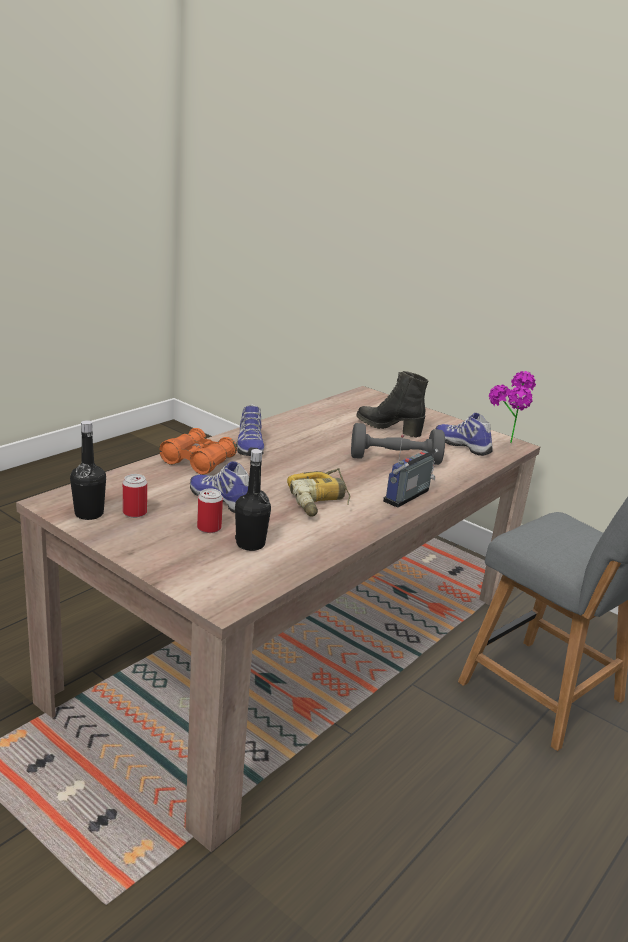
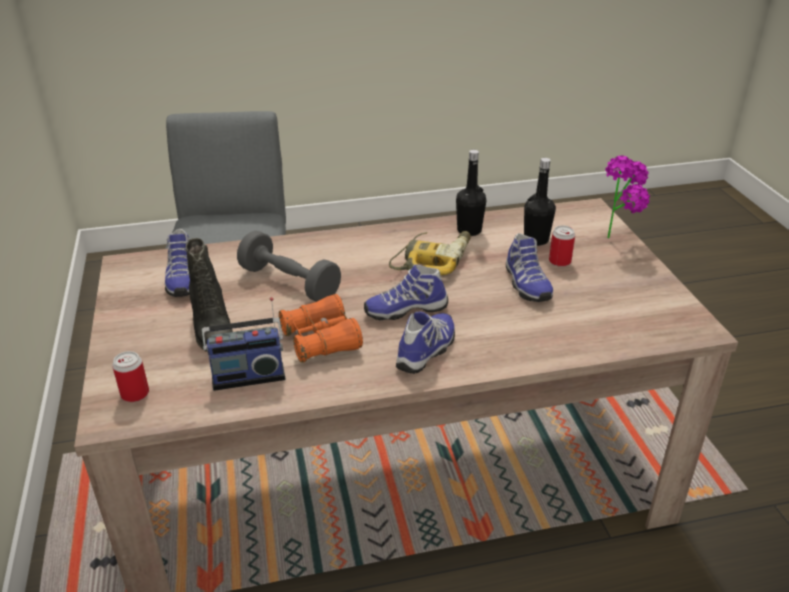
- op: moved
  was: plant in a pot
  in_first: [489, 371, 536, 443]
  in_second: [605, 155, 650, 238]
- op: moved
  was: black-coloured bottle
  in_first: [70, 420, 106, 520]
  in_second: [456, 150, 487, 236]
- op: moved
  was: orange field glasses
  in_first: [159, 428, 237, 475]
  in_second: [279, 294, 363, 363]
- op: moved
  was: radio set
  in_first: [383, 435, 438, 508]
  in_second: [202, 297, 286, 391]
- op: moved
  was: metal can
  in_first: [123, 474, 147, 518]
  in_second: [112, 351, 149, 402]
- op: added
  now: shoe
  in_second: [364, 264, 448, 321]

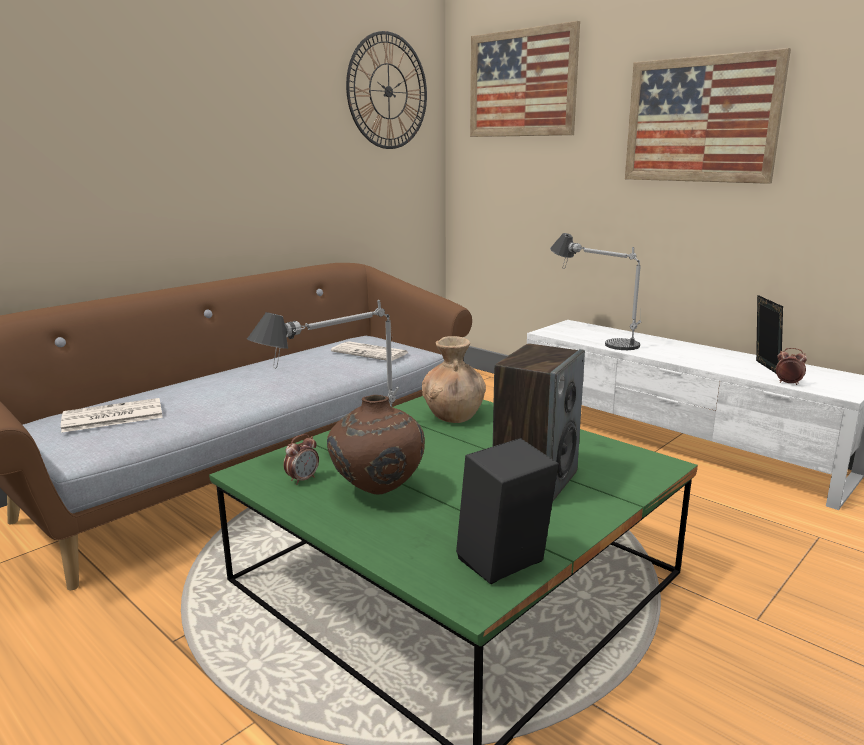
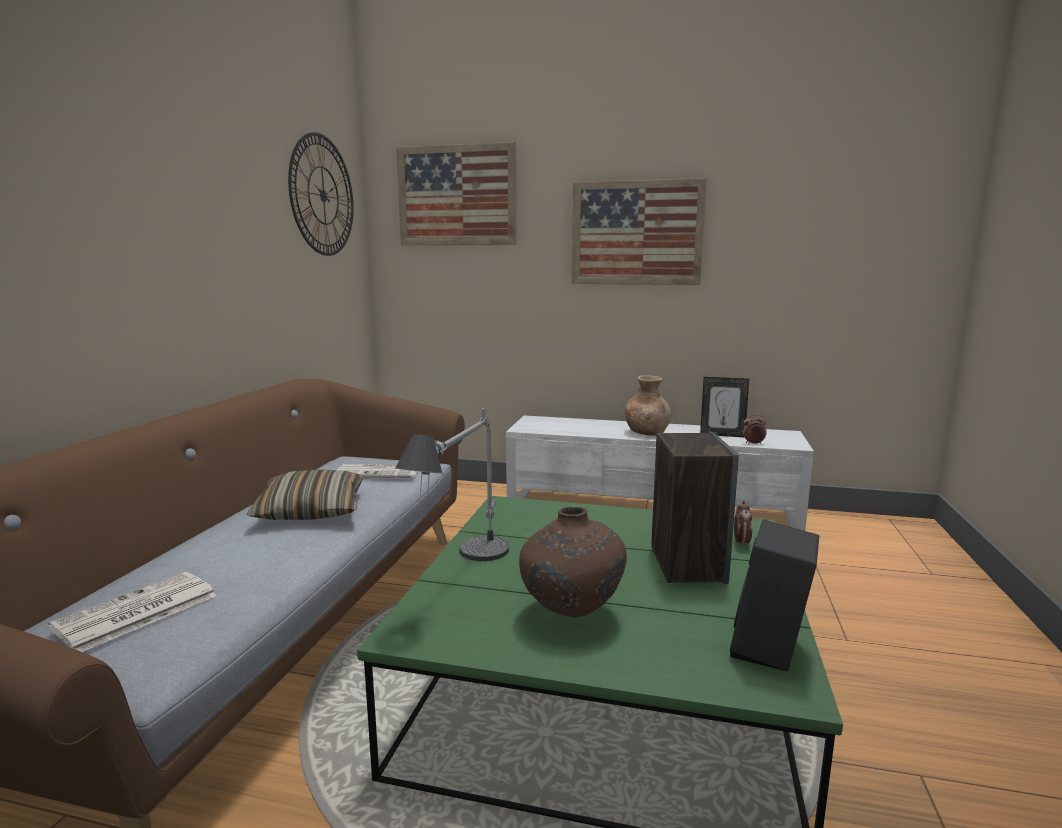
- op: removed
  was: tabletop lamp
  in_first: [550, 233, 641, 350]
- op: turned
  was: picture frame
  in_first: [756, 295, 783, 373]
  in_second: [700, 377, 749, 438]
  clockwise: 135
- op: moved
  was: brownish vase
  in_first: [422, 336, 486, 423]
  in_second: [625, 375, 671, 436]
- op: moved
  was: bedside clock
  in_first: [284, 434, 319, 485]
  in_second: [734, 500, 753, 548]
- op: added
  now: cushion
  in_second: [247, 469, 364, 520]

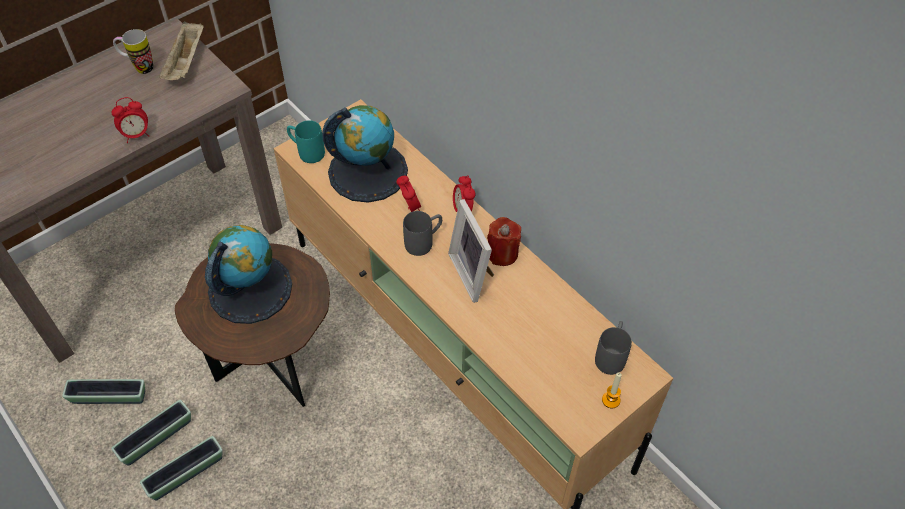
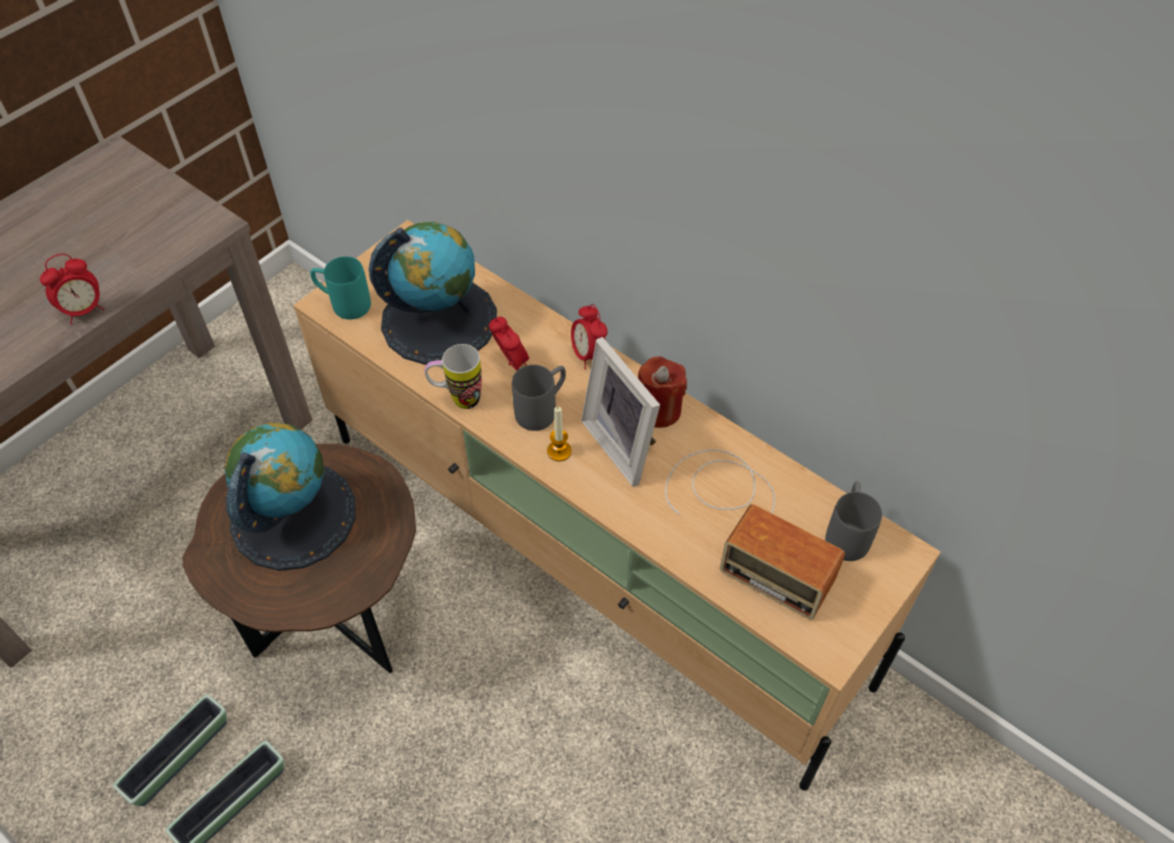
- op: removed
  was: beige-coloured carrying tray
  in_first: [159, 21, 204, 80]
- op: moved
  was: tea mug
  in_first: [113, 29, 153, 74]
  in_second: [425, 344, 482, 409]
- op: moved
  was: wax candle
  in_first: [602, 373, 622, 408]
  in_second: [547, 407, 572, 461]
- op: removed
  was: plant pot
  in_first: [62, 379, 145, 404]
- op: added
  now: radio set
  in_second: [665, 449, 845, 619]

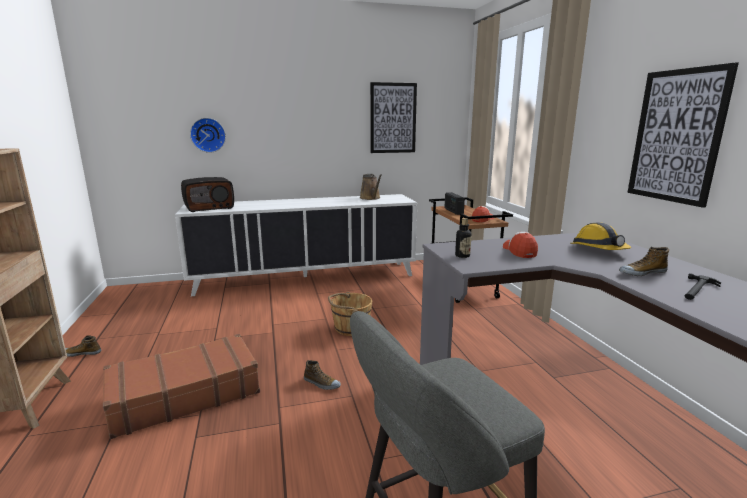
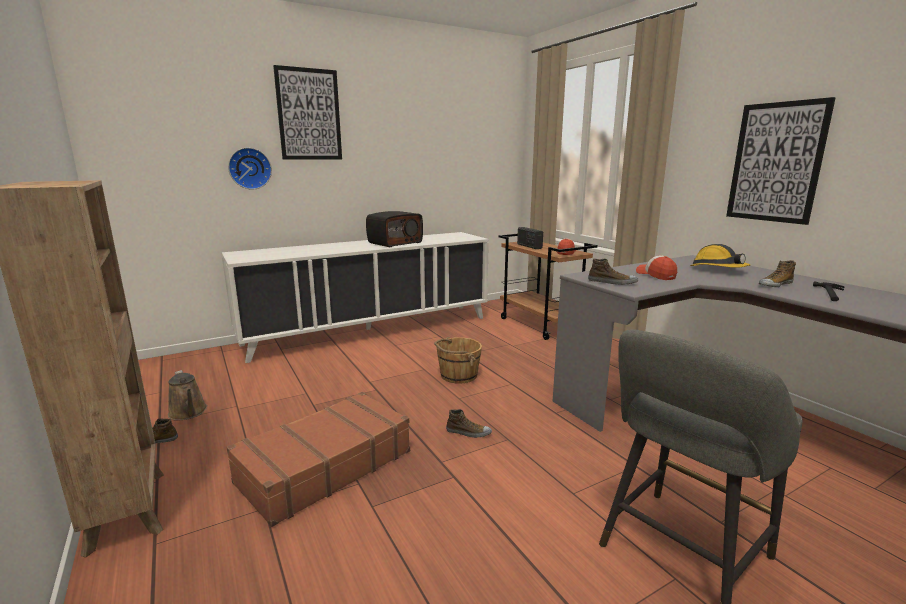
- op: moved
  was: wall art
  in_first: [370, 82, 417, 153]
  in_second: [273, 65, 342, 160]
- op: moved
  was: brownish sprinkling can
  in_first: [360, 174, 382, 200]
  in_second: [168, 370, 207, 420]
- op: moved
  was: radio set
  in_first: [181, 177, 234, 212]
  in_second: [366, 211, 423, 247]
- op: replaced
  was: bottle
  now: shoe
  in_first: [455, 218, 472, 258]
  in_second: [588, 258, 638, 285]

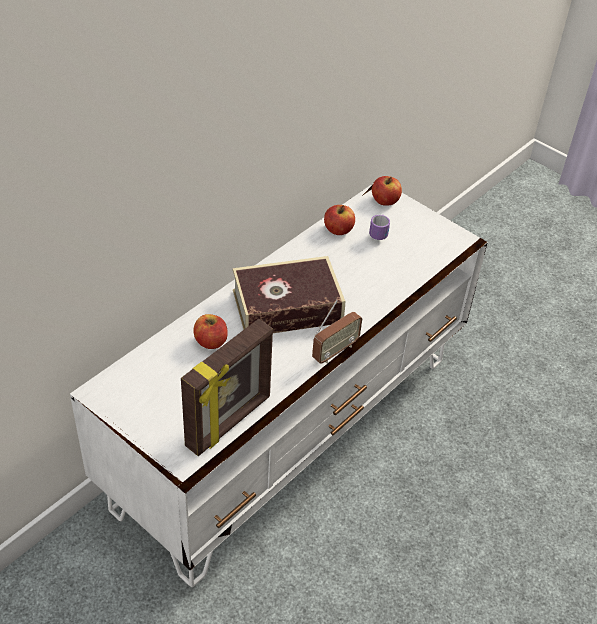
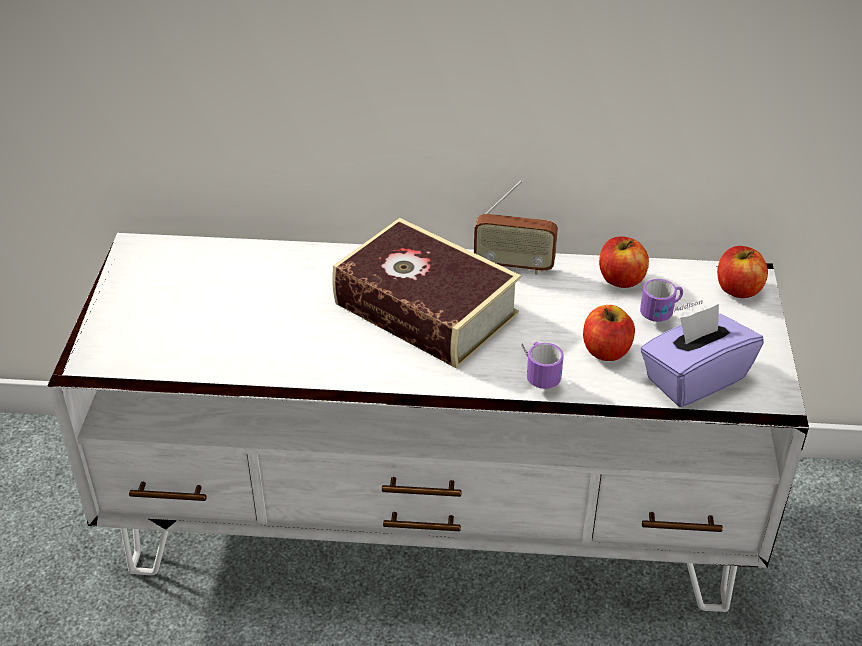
- op: moved
  was: radio set
  in_first: [312, 300, 362, 364]
  in_second: [474, 180, 558, 275]
- op: moved
  was: apple
  in_first: [194, 314, 228, 349]
  in_second: [583, 305, 635, 361]
- op: removed
  was: picture frame
  in_first: [181, 319, 273, 456]
- op: added
  now: purple box of tissues
  in_second: [640, 304, 764, 407]
- op: added
  now: tea mug
  in_second: [522, 342, 564, 389]

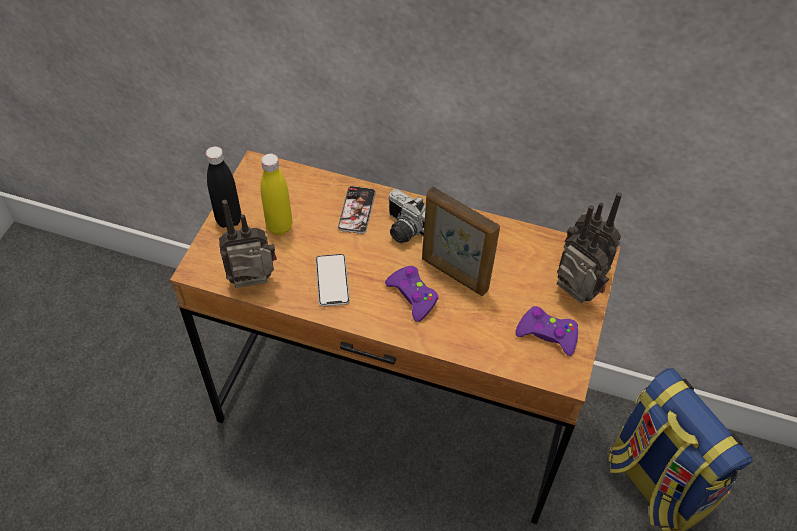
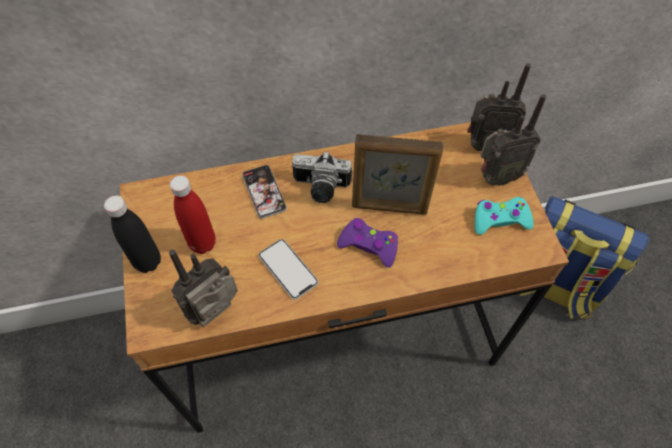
- op: recoloured
  was: yellowish bottle
  now: red bottle
  in_first: [261, 153, 292, 235]
  in_second: [170, 175, 216, 254]
- op: turned
  was: radio set
  in_first: [557, 205, 609, 303]
  in_second: [480, 94, 546, 186]
  clockwise: 150
- op: recoloured
  was: purple gamepad
  now: blue-green gamepad
  in_first: [515, 306, 578, 356]
  in_second: [475, 197, 534, 235]

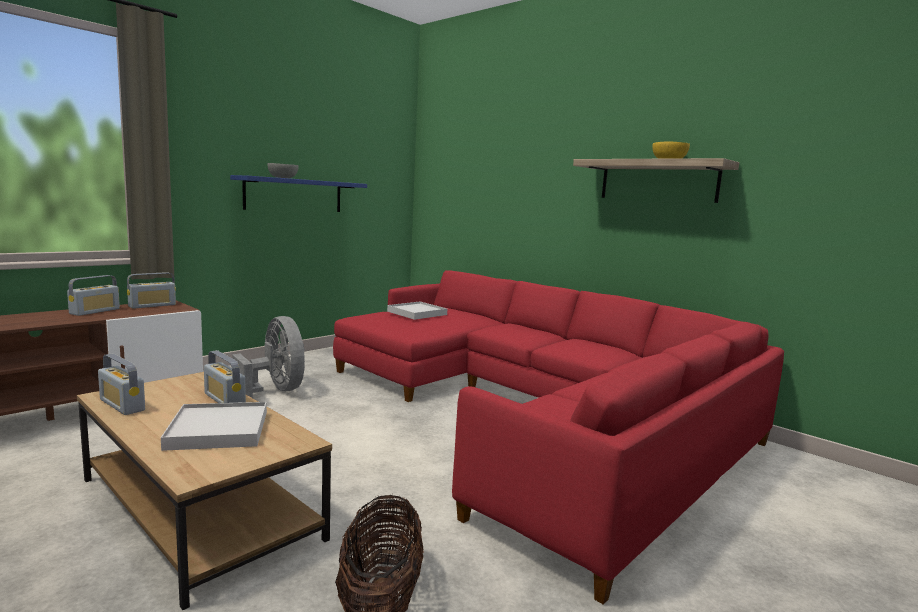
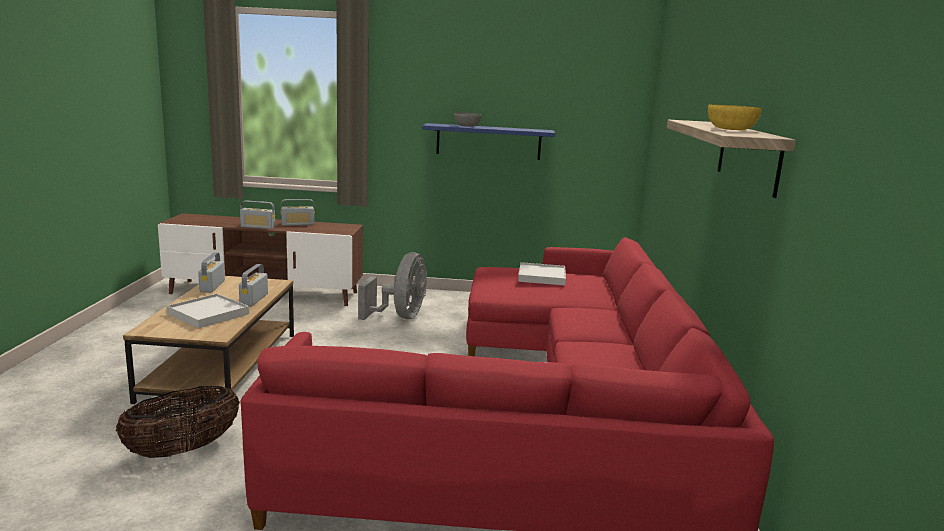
- op: moved
  was: radio set
  in_first: [127, 272, 176, 309]
  in_second: [240, 200, 275, 229]

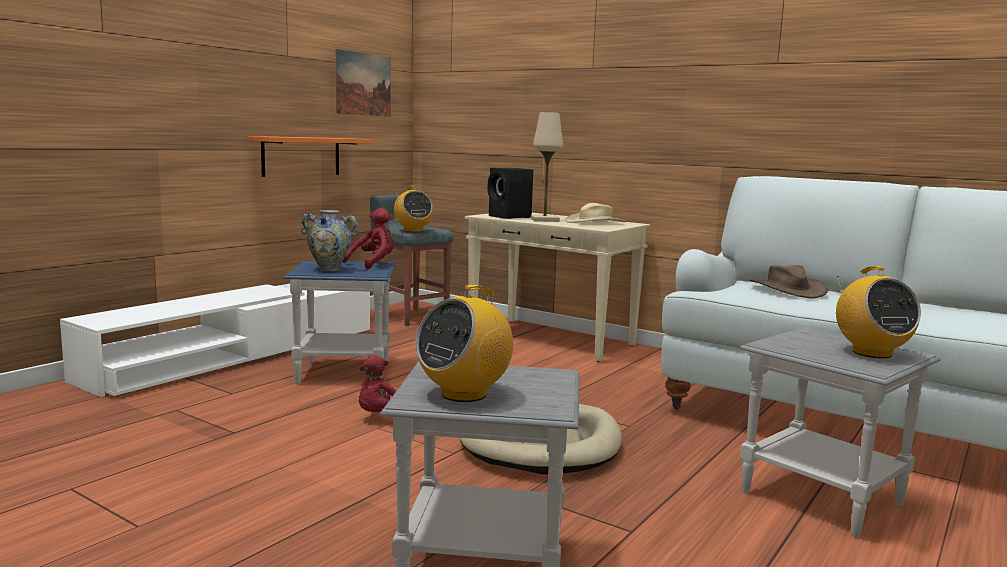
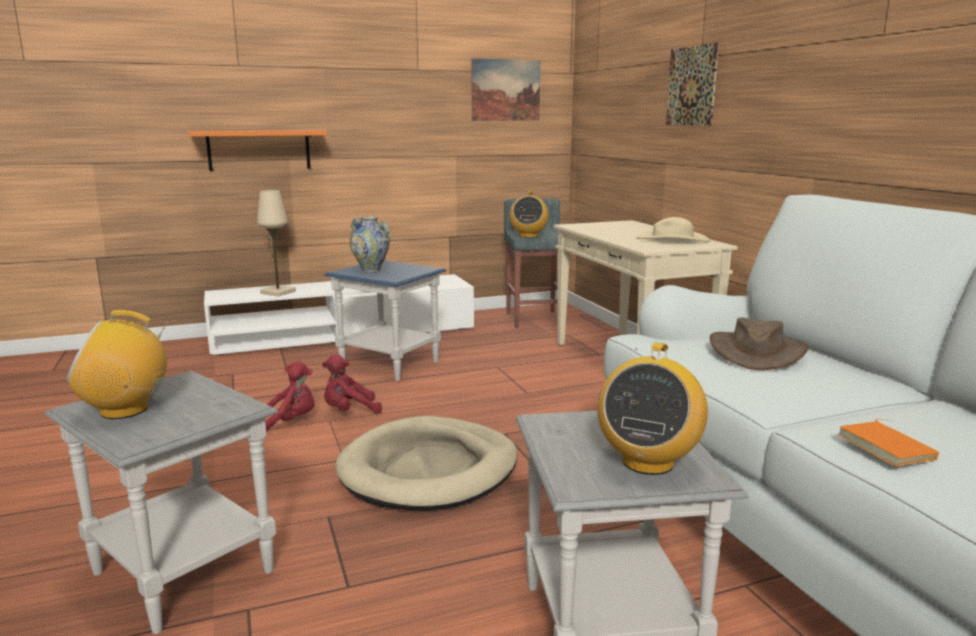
- op: moved
  was: beige-coloured tabletop lamp
  in_first: [531, 112, 563, 222]
  in_second: [257, 190, 296, 297]
- op: moved
  was: orange wall shelf
  in_first: [248, 136, 372, 177]
  in_second: [188, 130, 327, 171]
- op: removed
  was: black-coloured audio speaker
  in_first: [487, 168, 533, 219]
- op: moved
  was: red cuddly toy
  in_first: [343, 208, 394, 269]
  in_second: [265, 361, 315, 432]
- op: added
  now: wall art
  in_second: [666, 43, 719, 126]
- op: added
  now: orange bound book
  in_second: [838, 419, 939, 466]

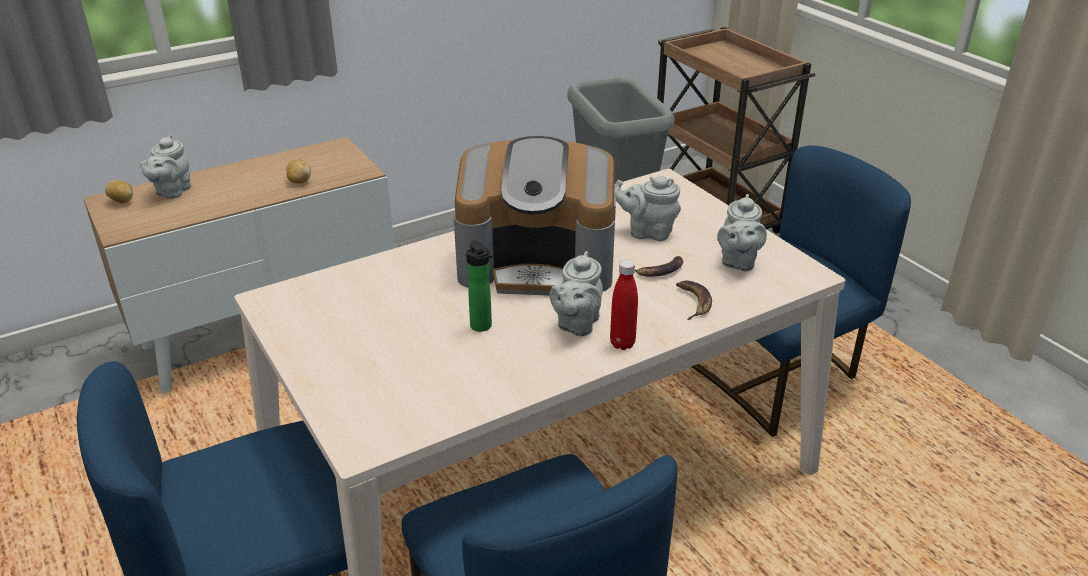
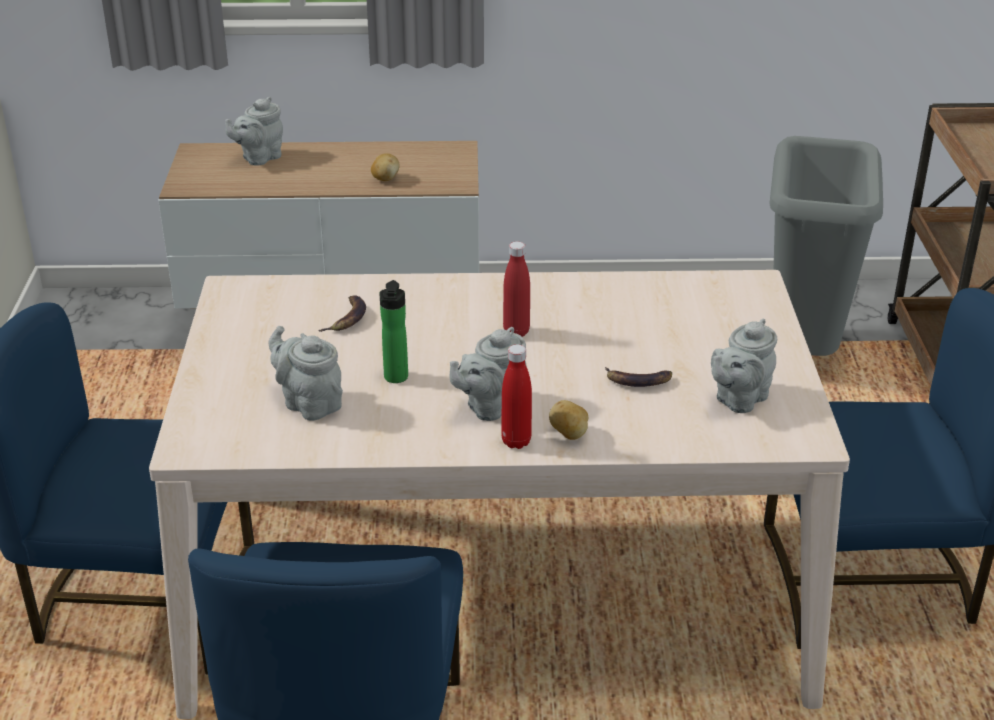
- op: replaced
  was: coffee machine
  now: red bottle
  in_first: [454, 136, 616, 295]
  in_second: [503, 242, 530, 337]
- op: moved
  was: grey teapot
  in_first: [614, 176, 681, 241]
  in_second: [268, 326, 343, 421]
- op: moved
  was: whole potato
  in_first: [105, 180, 133, 204]
  in_second: [549, 400, 588, 440]
- op: moved
  was: whole banana
  in_first: [676, 281, 712, 320]
  in_second: [318, 295, 366, 332]

